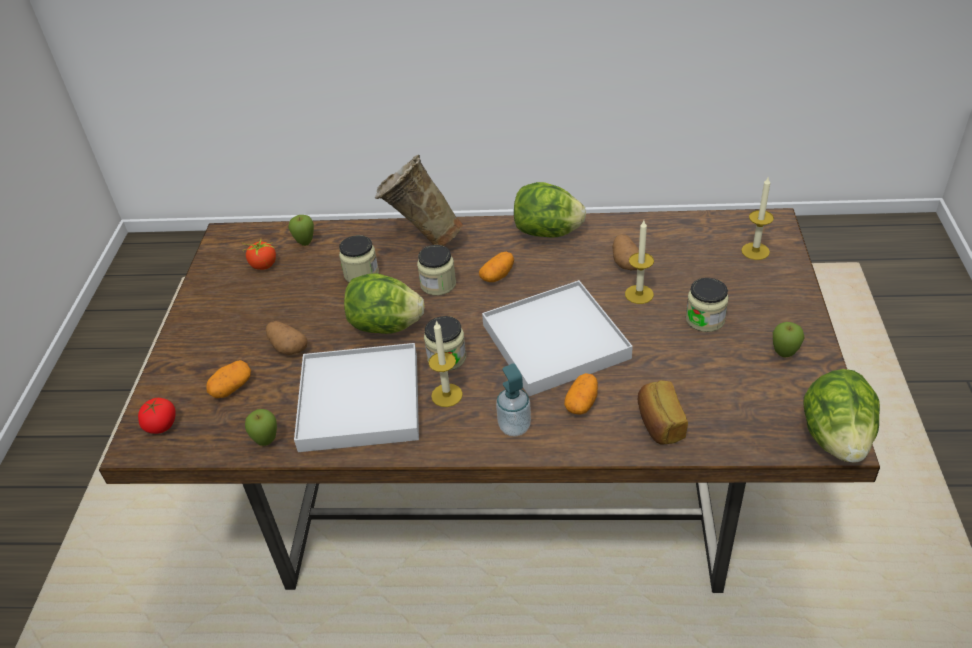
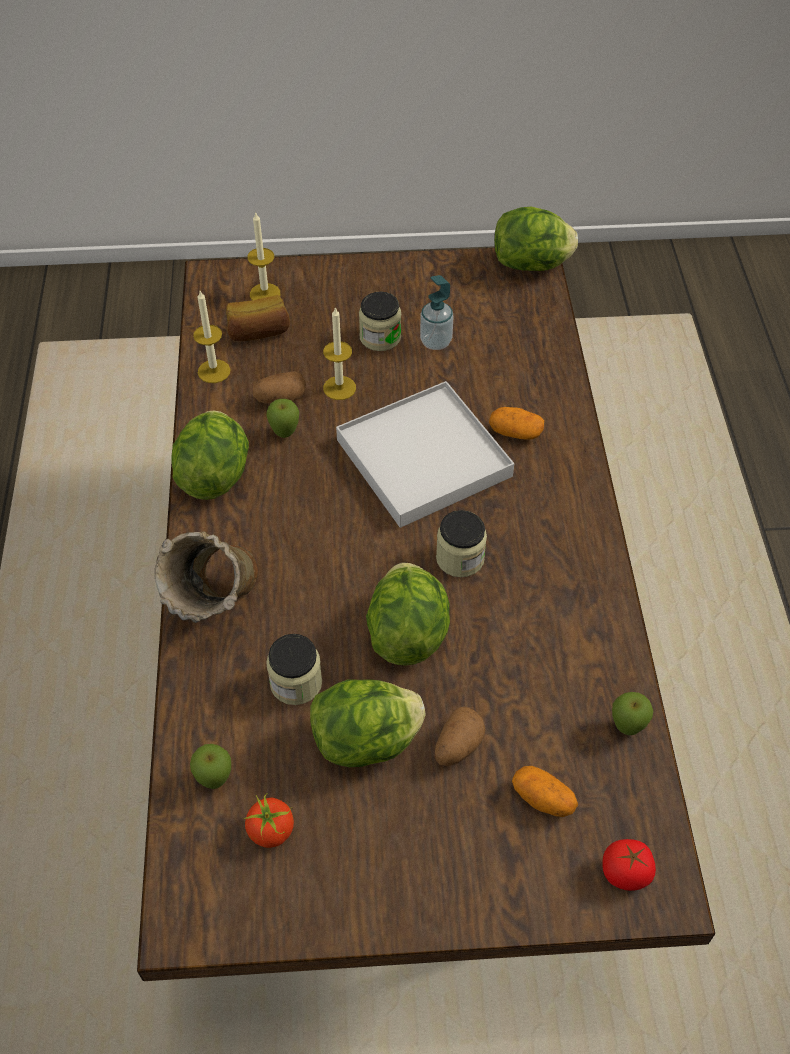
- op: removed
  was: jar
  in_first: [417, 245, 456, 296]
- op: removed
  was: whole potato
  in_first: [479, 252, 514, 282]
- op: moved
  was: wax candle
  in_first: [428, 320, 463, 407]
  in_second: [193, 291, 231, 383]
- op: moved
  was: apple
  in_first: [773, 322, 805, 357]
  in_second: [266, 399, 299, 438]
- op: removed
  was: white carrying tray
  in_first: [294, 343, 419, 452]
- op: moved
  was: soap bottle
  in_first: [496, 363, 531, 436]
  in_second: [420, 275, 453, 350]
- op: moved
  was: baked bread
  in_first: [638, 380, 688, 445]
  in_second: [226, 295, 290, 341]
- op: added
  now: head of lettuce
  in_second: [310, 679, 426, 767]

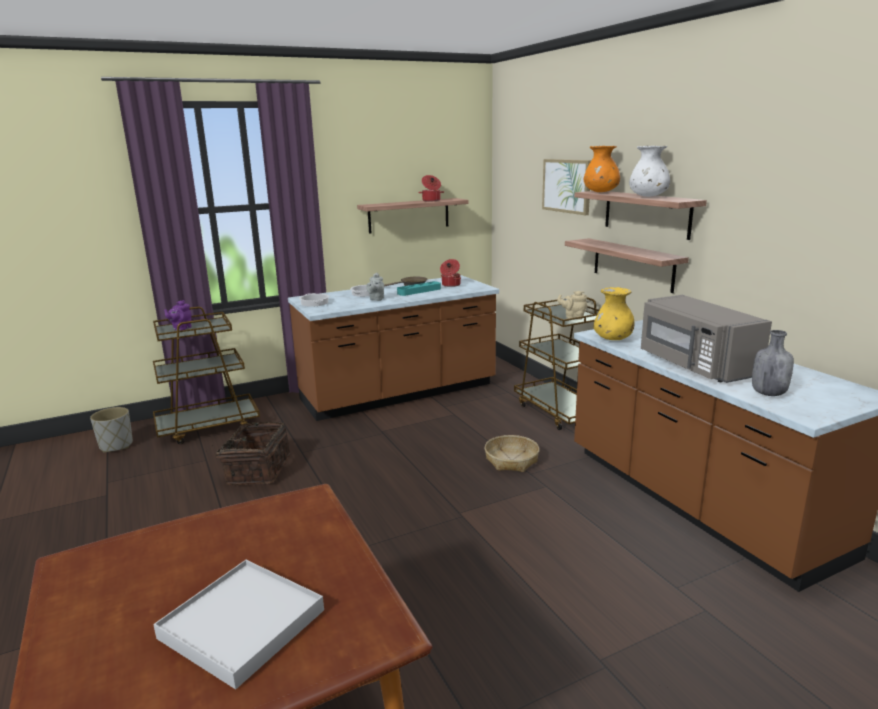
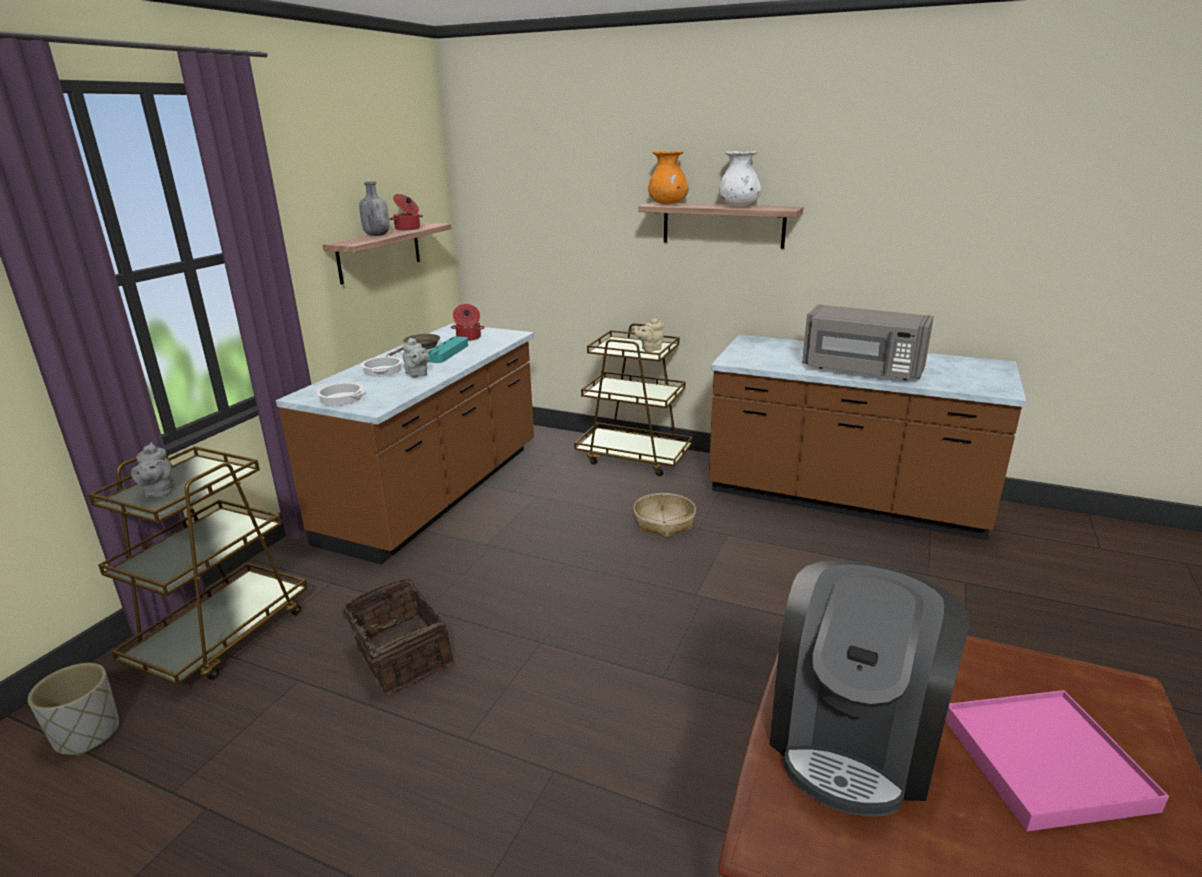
- op: removed
  was: wall art
  in_first: [542, 159, 591, 215]
- op: removed
  was: wall shelf
  in_first: [565, 238, 689, 293]
- op: removed
  was: yellowish vase
  in_first: [593, 287, 634, 340]
- op: recoloured
  was: purple teapot
  now: grey teapot
  in_first: [164, 300, 192, 331]
  in_second: [131, 442, 175, 497]
- op: moved
  was: grey bottle
  in_first: [752, 330, 794, 396]
  in_second: [359, 182, 390, 236]
- op: recoloured
  was: white carrying tray
  now: pink-coloured carrying tray
  in_first: [153, 560, 324, 689]
  in_second: [945, 690, 1169, 831]
- op: added
  now: coffee machine
  in_second: [769, 560, 969, 817]

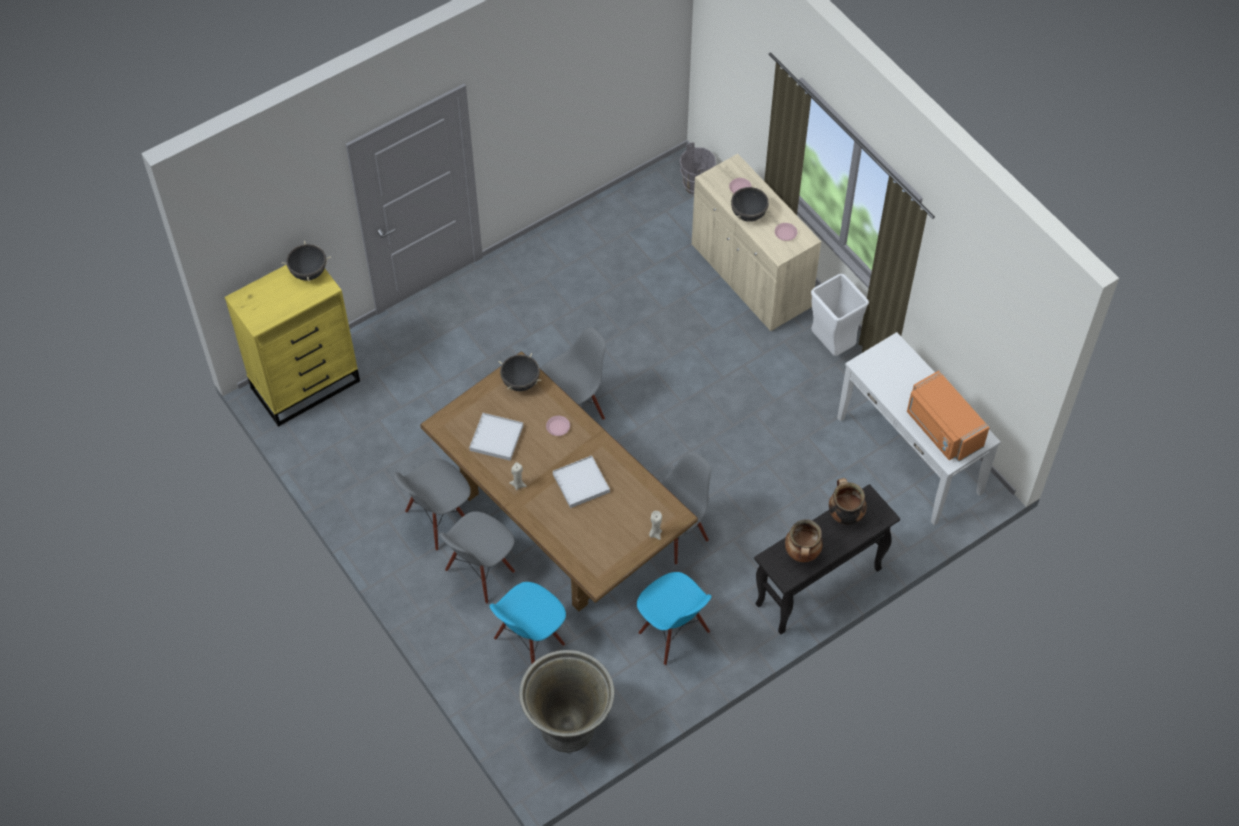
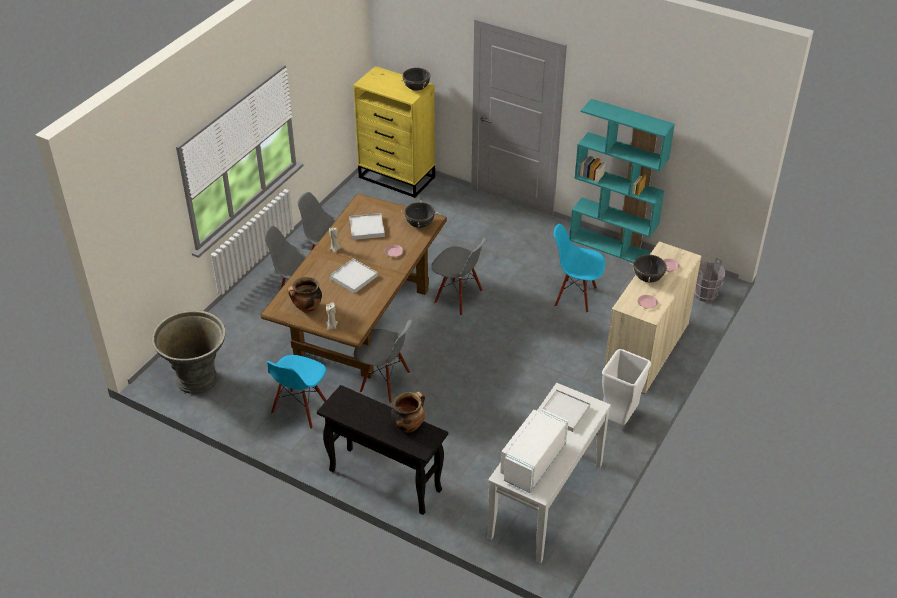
- op: recoloured
  was: orange kitchen microwave
  now: white kitchen microwave
  in_first: [907, 371, 990, 462]
  in_second: [500, 409, 568, 493]
- op: moved
  was: saucepot
  in_first: [785, 519, 823, 562]
  in_second: [287, 277, 322, 313]
- op: moved
  was: blue plain chair
  in_first: [490, 582, 566, 664]
  in_second: [554, 224, 605, 313]
- op: added
  now: blue-green bookcase
  in_second: [569, 99, 675, 263]
- op: added
  now: white carrying tray
  in_second: [542, 389, 590, 432]

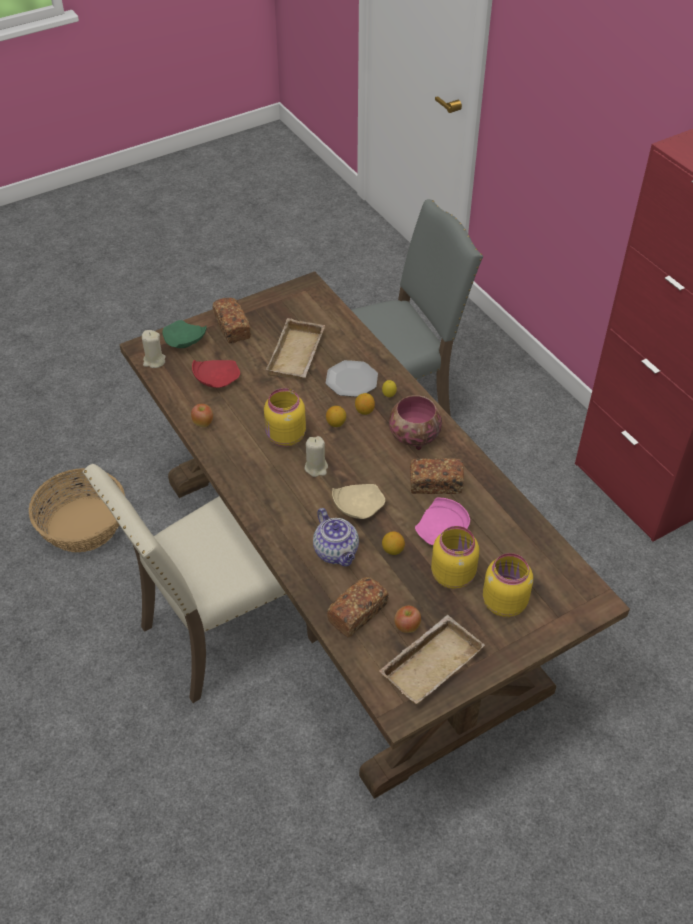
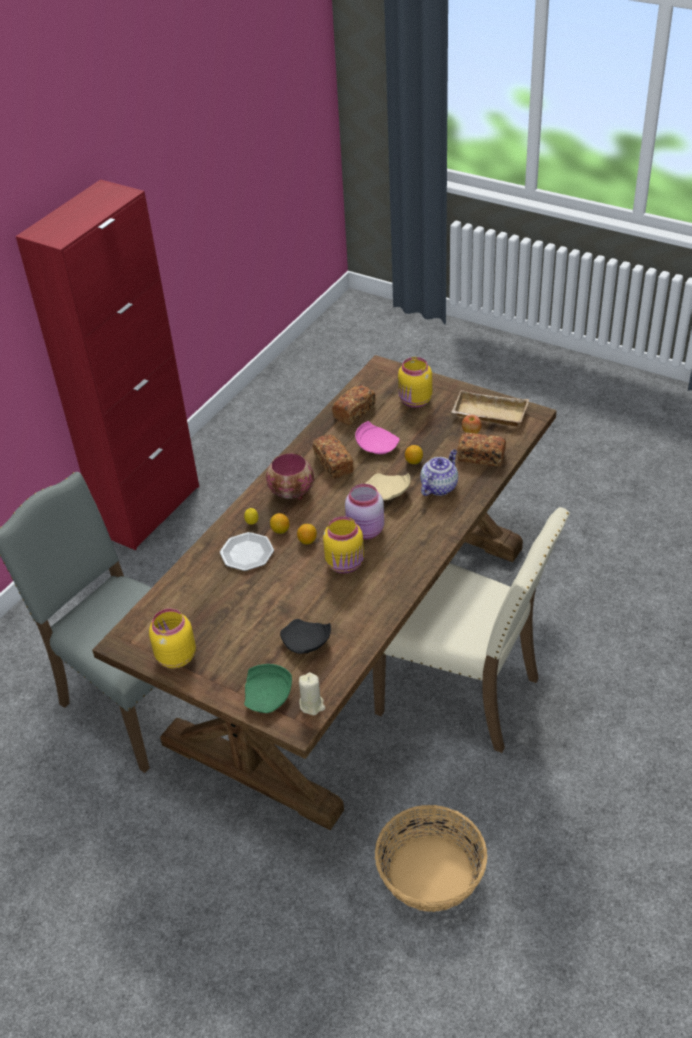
- op: moved
  was: baked bread
  in_first: [212, 298, 251, 343]
  in_second: [332, 385, 376, 425]
- op: removed
  was: beige-coloured carrying tray
  in_first: [266, 318, 325, 379]
- op: recoloured
  was: red plate
  now: black-coloured plate
  in_first: [192, 360, 240, 388]
  in_second: [280, 619, 331, 654]
- op: removed
  was: apple
  in_first: [191, 404, 213, 427]
- op: replaced
  was: beige-coloured wax candle
  now: pink-coloured jar
  in_first: [305, 436, 328, 477]
  in_second: [345, 484, 384, 539]
- op: moved
  was: yellowish jar
  in_first: [431, 526, 479, 589]
  in_second: [149, 608, 196, 669]

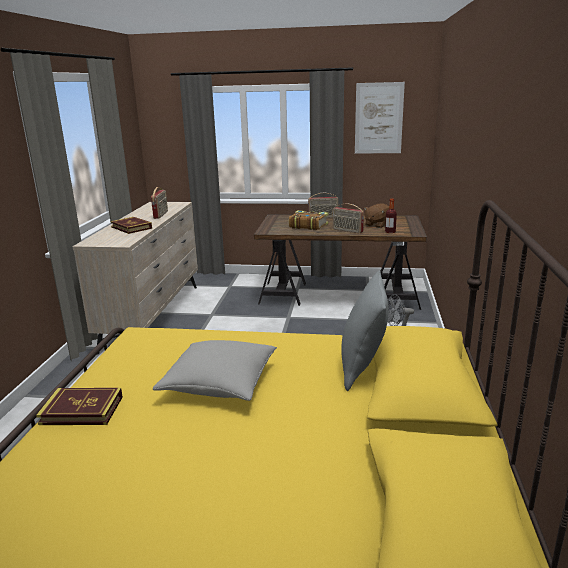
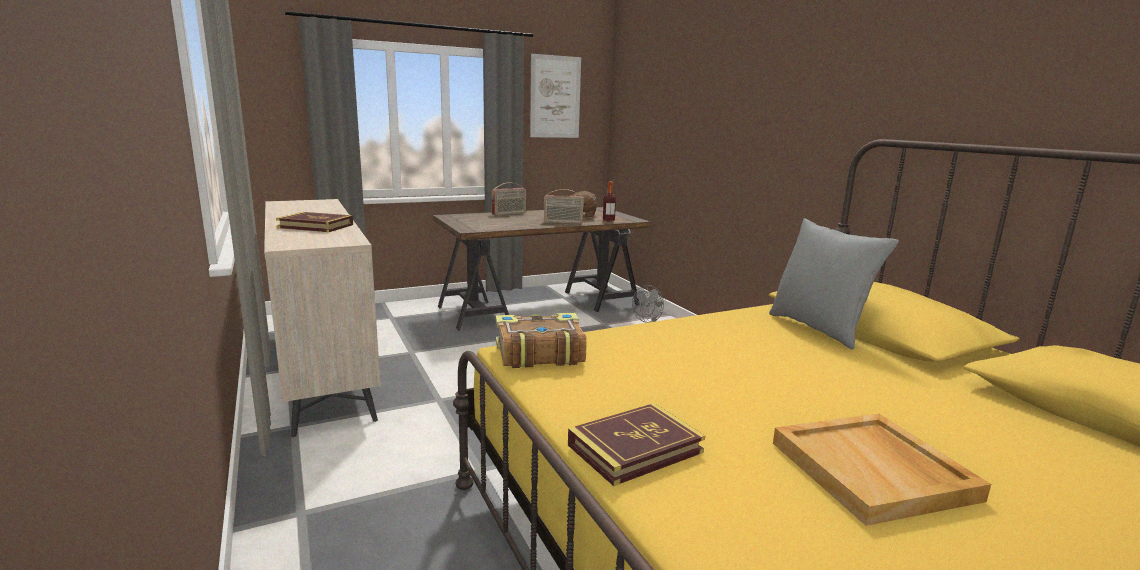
- op: removed
  was: radio set
  in_first: [151, 187, 168, 219]
- op: moved
  was: bound book
  in_first: [289, 210, 328, 230]
  in_second: [496, 313, 587, 368]
- op: removed
  was: grey cushion
  in_first: [153, 340, 277, 401]
- op: added
  now: beige-coloured carrying tray
  in_second: [773, 414, 991, 526]

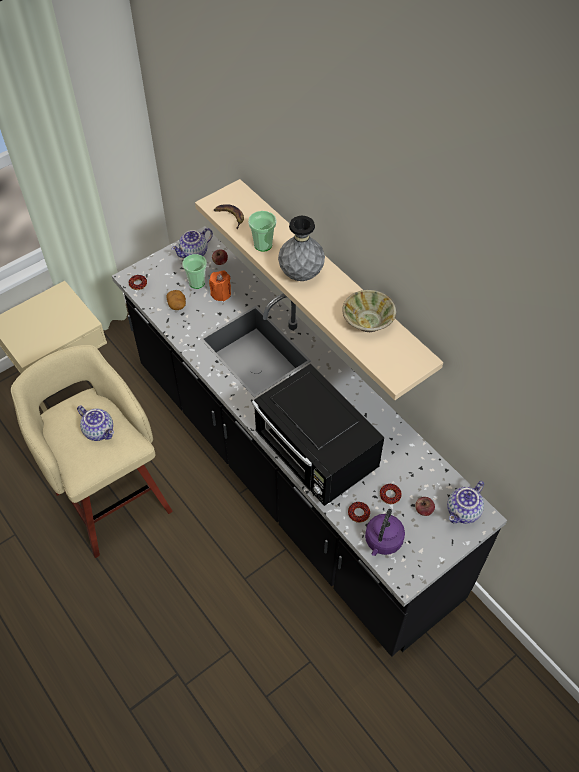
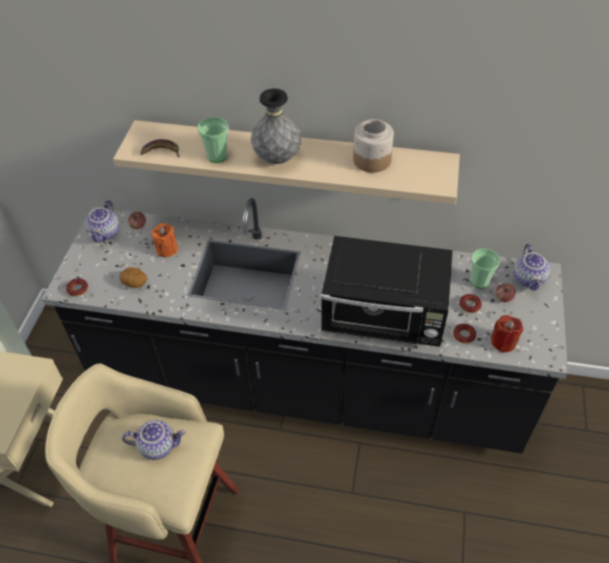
- op: moved
  was: small cup
  in_first: [182, 254, 207, 289]
  in_second: [470, 249, 500, 288]
- op: replaced
  was: beige-coloured deep dish
  now: jar
  in_first: [342, 290, 396, 332]
  in_second: [353, 119, 394, 173]
- op: replaced
  was: purple tea kettle
  now: red wax candle
  in_first: [365, 509, 405, 556]
  in_second: [491, 315, 523, 352]

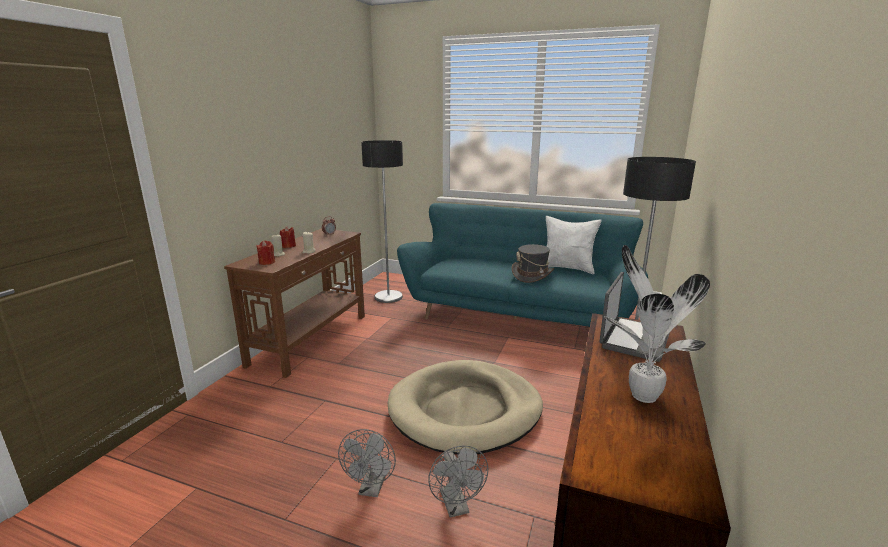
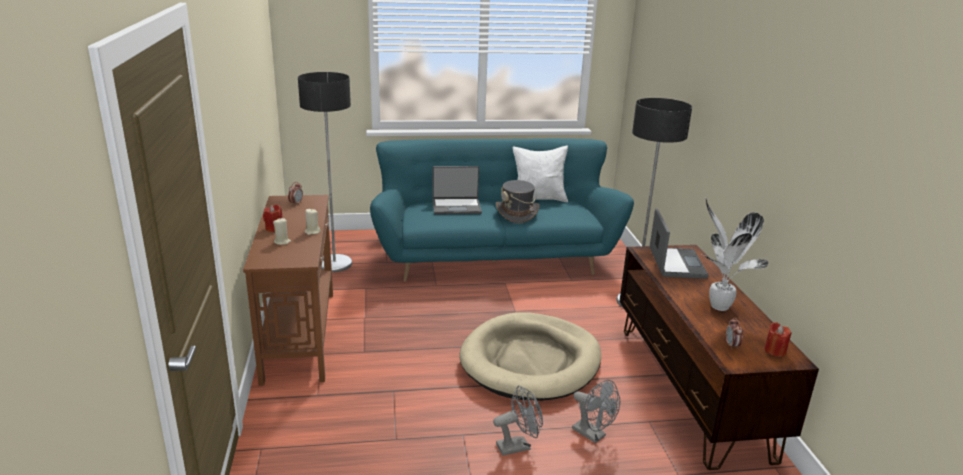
- op: moved
  was: red wax candle
  in_first: [256, 241, 275, 265]
  in_second: [764, 322, 791, 357]
- op: turned
  was: grey electric fan
  in_first: [338, 429, 396, 497]
  in_second: [493, 386, 543, 456]
  clockwise: -90
- op: added
  now: notebook computer
  in_second: [432, 166, 482, 215]
- op: added
  now: bedside clock
  in_second: [726, 318, 743, 350]

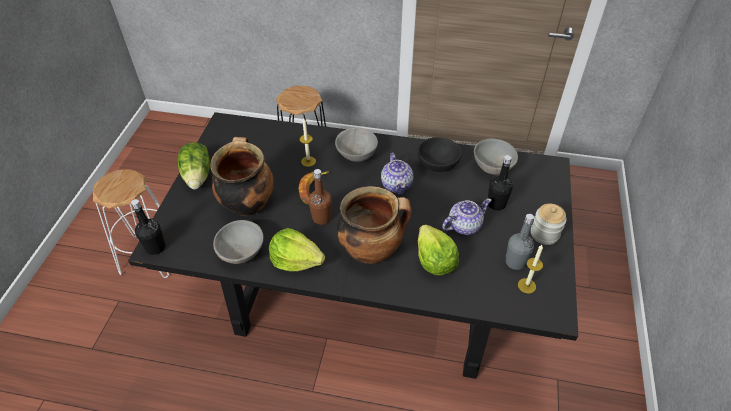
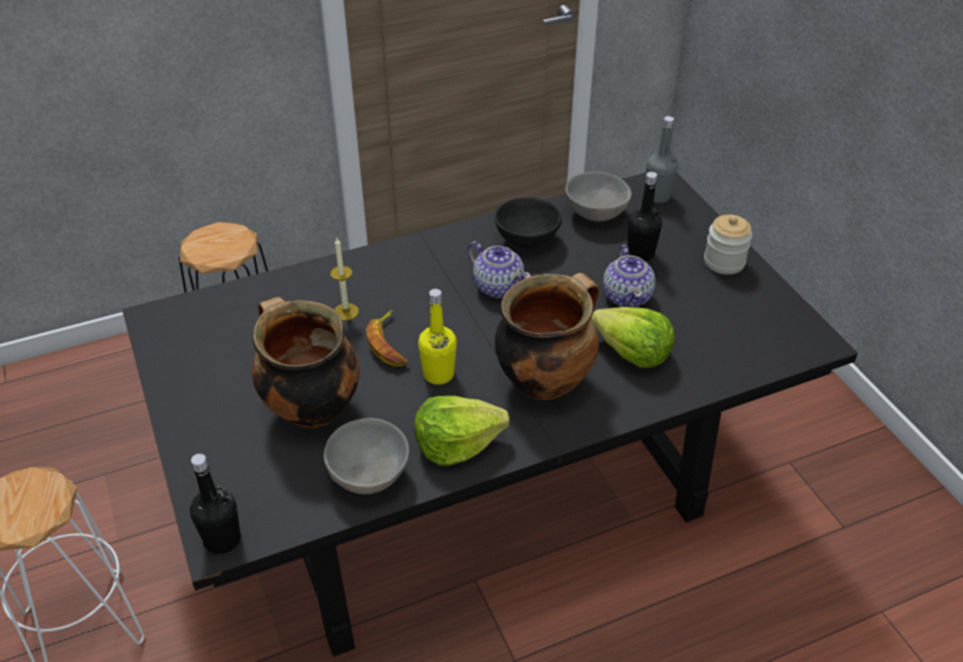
- op: removed
  was: grey deep dish
  in_first: [335, 128, 378, 162]
- op: removed
  was: head of lettuce
  in_first: [178, 142, 210, 189]
- op: recoloured
  was: brownish bottle
  now: yellowish bottle
  in_first: [308, 169, 332, 225]
  in_second: [418, 289, 457, 385]
- op: turned
  was: teapot
  in_first: [442, 198, 492, 235]
  in_second: [603, 245, 655, 308]
  clockwise: 150
- op: moved
  was: grey bottle
  in_first: [506, 214, 534, 270]
  in_second: [646, 116, 678, 203]
- op: removed
  was: wax candle
  in_first: [518, 245, 543, 294]

